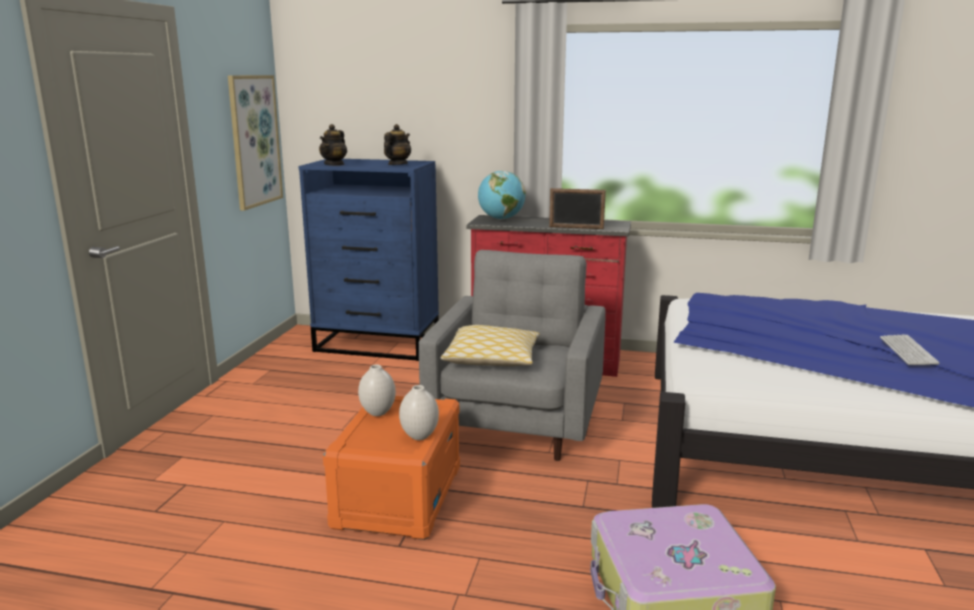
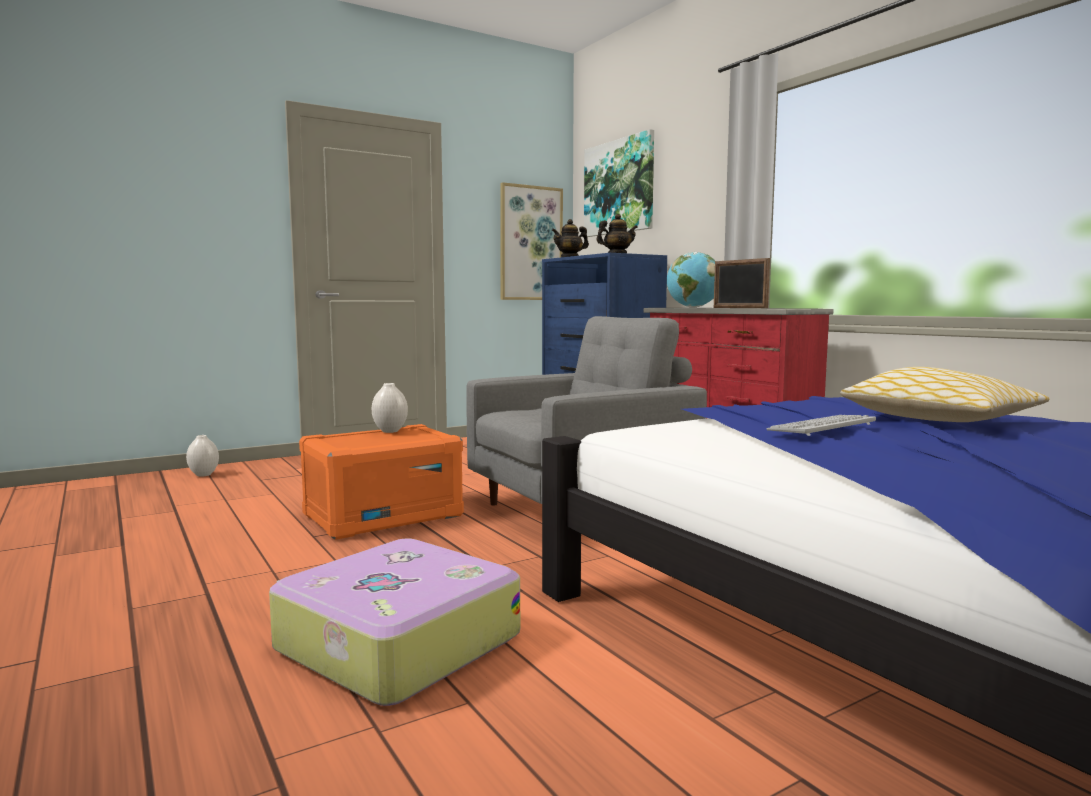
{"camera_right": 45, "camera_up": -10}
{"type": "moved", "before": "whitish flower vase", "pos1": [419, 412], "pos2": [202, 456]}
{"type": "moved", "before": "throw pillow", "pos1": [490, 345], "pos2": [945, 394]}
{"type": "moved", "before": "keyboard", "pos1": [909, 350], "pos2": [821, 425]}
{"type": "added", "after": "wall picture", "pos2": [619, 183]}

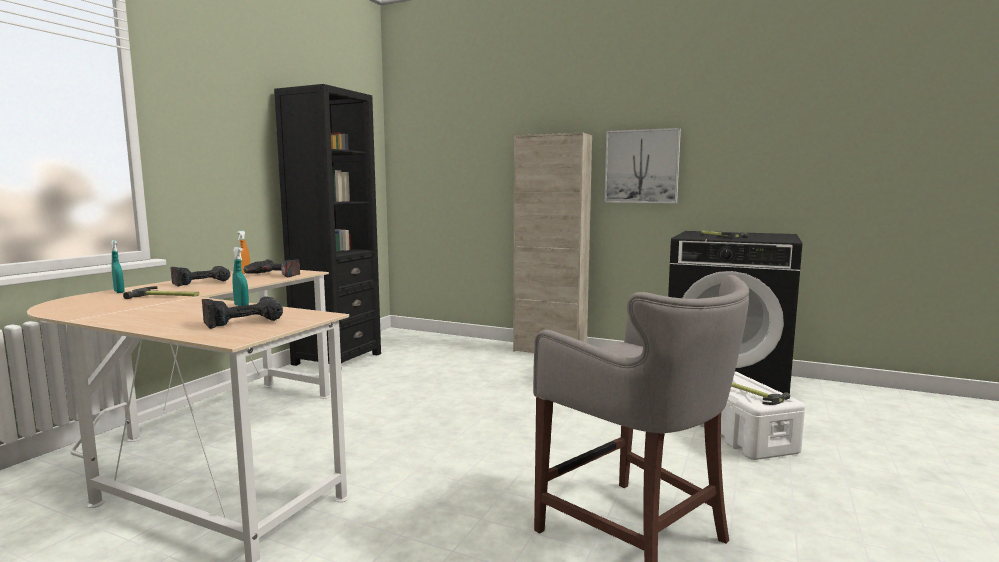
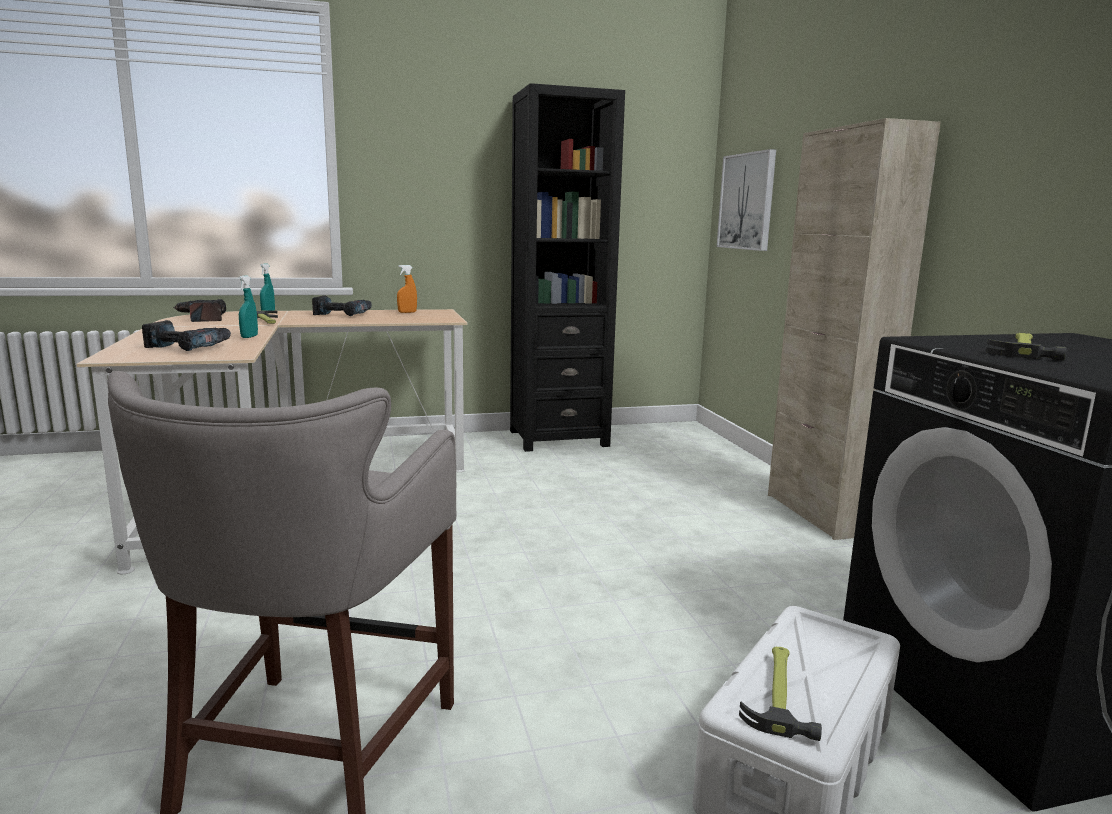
{"camera_right": 50, "camera_up": 5}
{"type": "moved", "before": "drill", "pos1": [271, 268], "pos2": [199, 310]}
{"type": "moved", "before": "wall picture", "pos1": [642, 165], "pos2": [746, 200]}

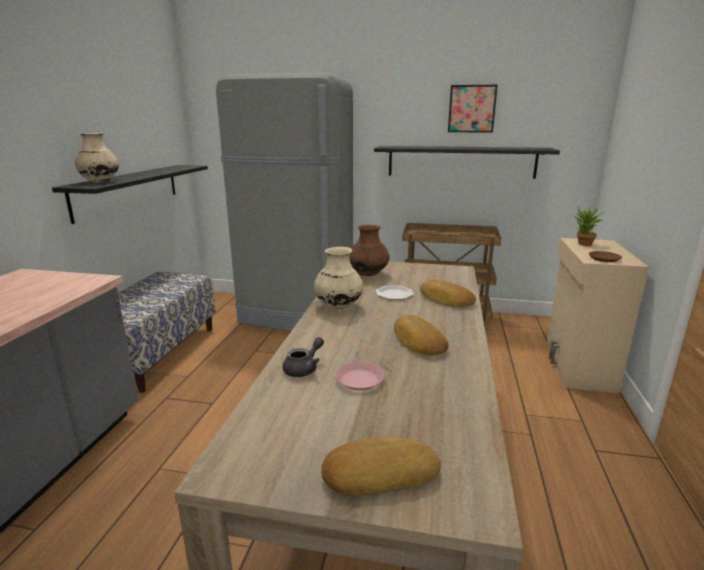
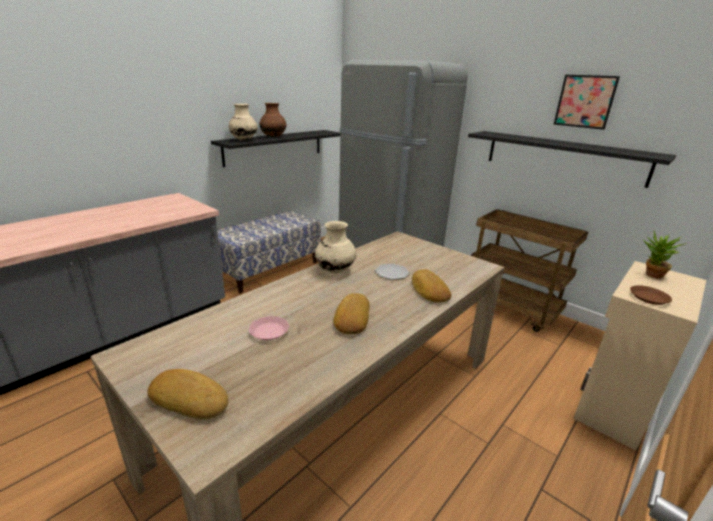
{"camera_right": 30, "camera_up": 5}
{"type": "removed", "before": "greyish teapot", "pos1": [303, 357]}
{"type": "moved", "before": "brownish flower vase", "pos1": [369, 250], "pos2": [272, 120]}

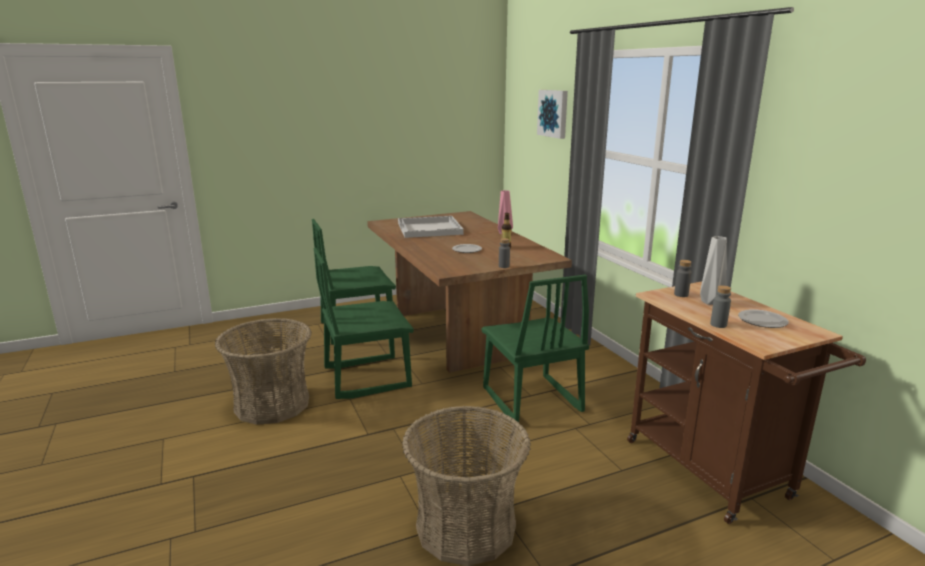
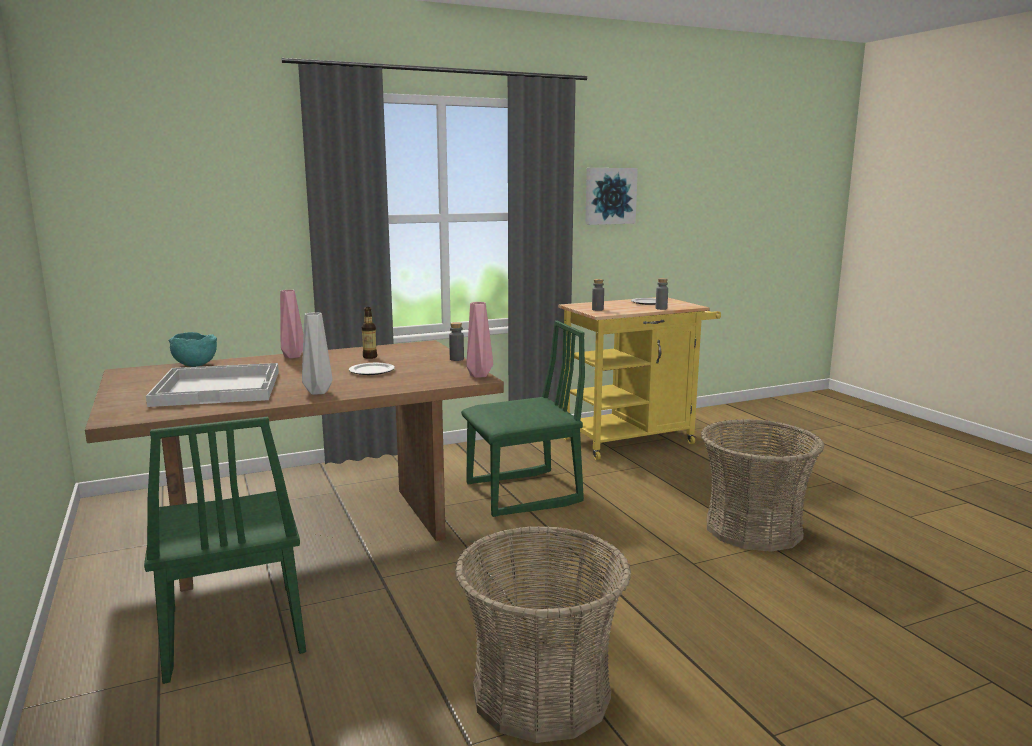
{"camera_right": -90, "camera_up": -5}
{"type": "removed", "before": "greenish upright chair", "pos1": [364, 323]}
{"type": "moved", "before": "wall picture", "pos1": [552, 114], "pos2": [611, 196]}
{"type": "recoloured", "before": "brownish trolley", "after": "yellow trolley", "pos1": [746, 403], "pos2": [639, 378]}
{"type": "moved", "before": "greyish flower vase", "pos1": [713, 270], "pos2": [317, 353]}
{"type": "added", "after": "turquoise-coloured deep dish", "pos2": [193, 349]}
{"type": "added", "after": "pink flower vase", "pos2": [479, 340]}

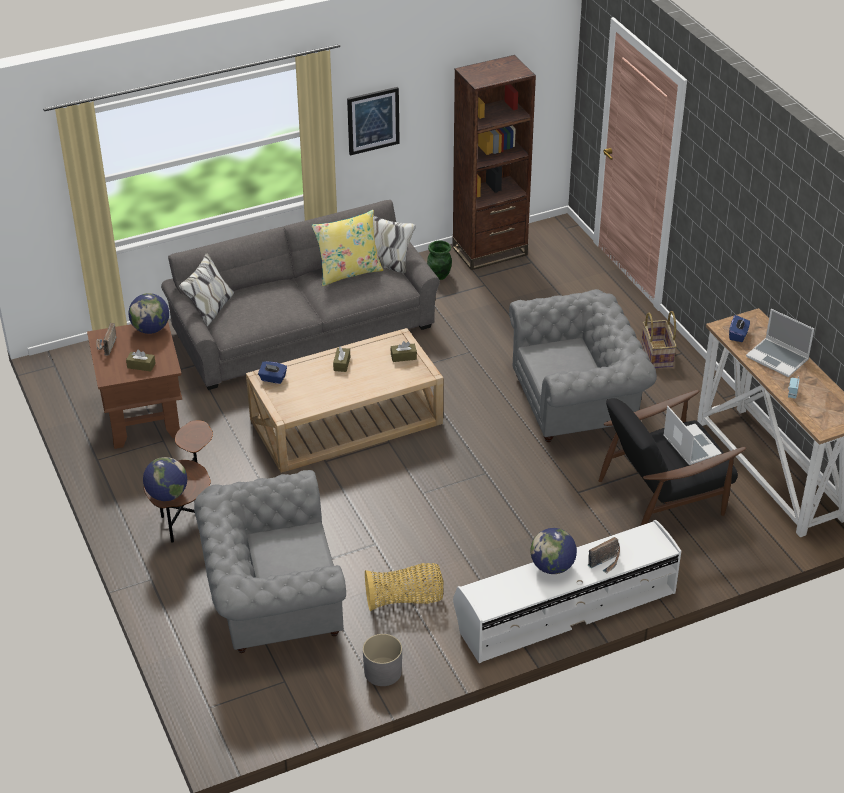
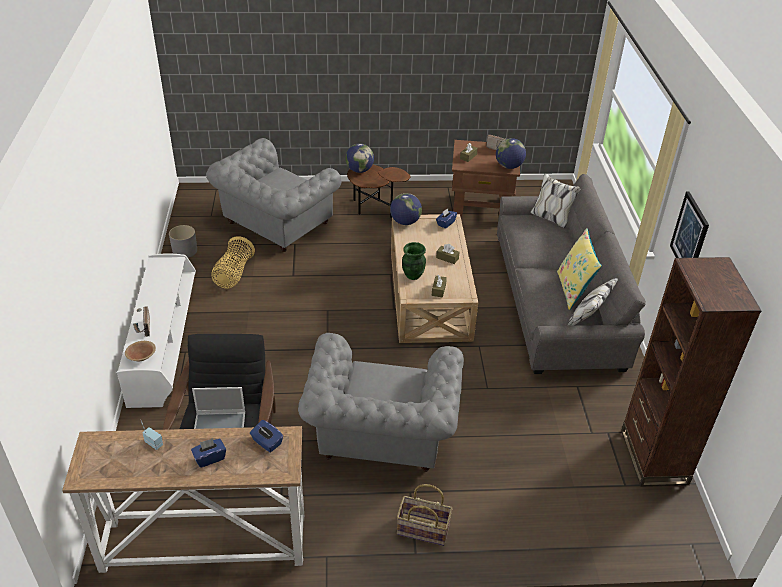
{"camera_right": 110, "camera_up": 0}
{"type": "turned", "before": "greyish lounge chair", "pos1": [270, 561], "pos2": [274, 195], "turn": -150}
{"type": "moved", "before": "greenish flower vase", "pos1": [439, 260], "pos2": [414, 261]}
{"type": "moved", "before": "globe", "pos1": [554, 551], "pos2": [406, 209]}
{"type": "replaced", "before": "portable computer", "after": "bluish tissue box", "pos1": [780, 343], "pos2": [208, 453]}
{"type": "added", "after": "brownish deep dish", "pos2": [140, 351]}

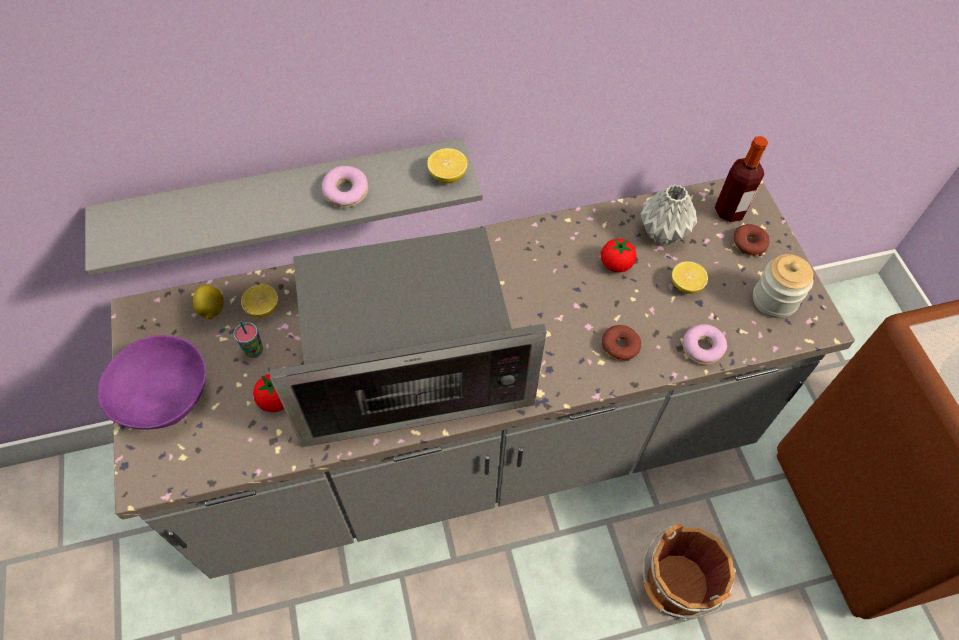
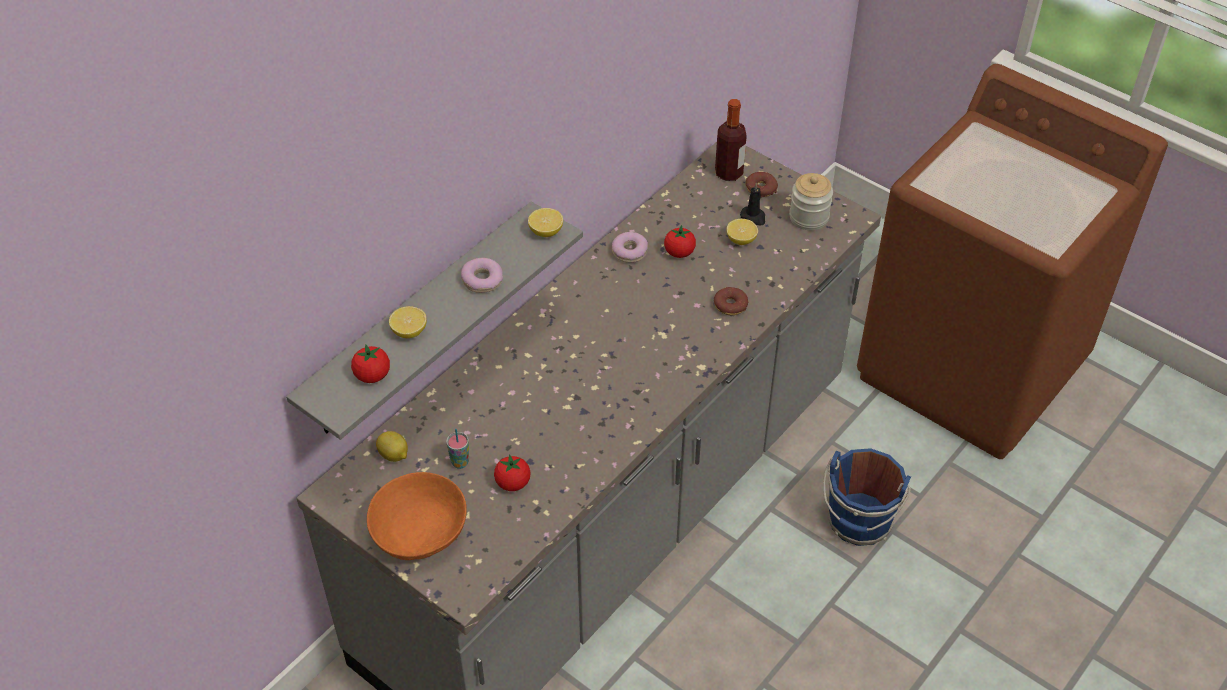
{"camera_right": -35, "camera_up": -10}
{"type": "recoloured", "before": "purple deep dish", "after": "orange deep dish", "pos1": [152, 382], "pos2": [417, 516]}
{"type": "moved", "before": "lemon", "pos1": [259, 301], "pos2": [408, 322]}
{"type": "removed", "before": "kitchen microwave", "pos1": [408, 337]}
{"type": "removed", "before": "greyish flower vase", "pos1": [668, 214]}
{"type": "recoloured", "before": "brownish pail", "after": "bluish pail", "pos1": [689, 572], "pos2": [867, 497]}
{"type": "moved", "before": "donut", "pos1": [704, 344], "pos2": [630, 247]}
{"type": "added", "after": "fresh tomato", "pos2": [370, 363]}
{"type": "added", "after": "blackish candle", "pos2": [752, 203]}

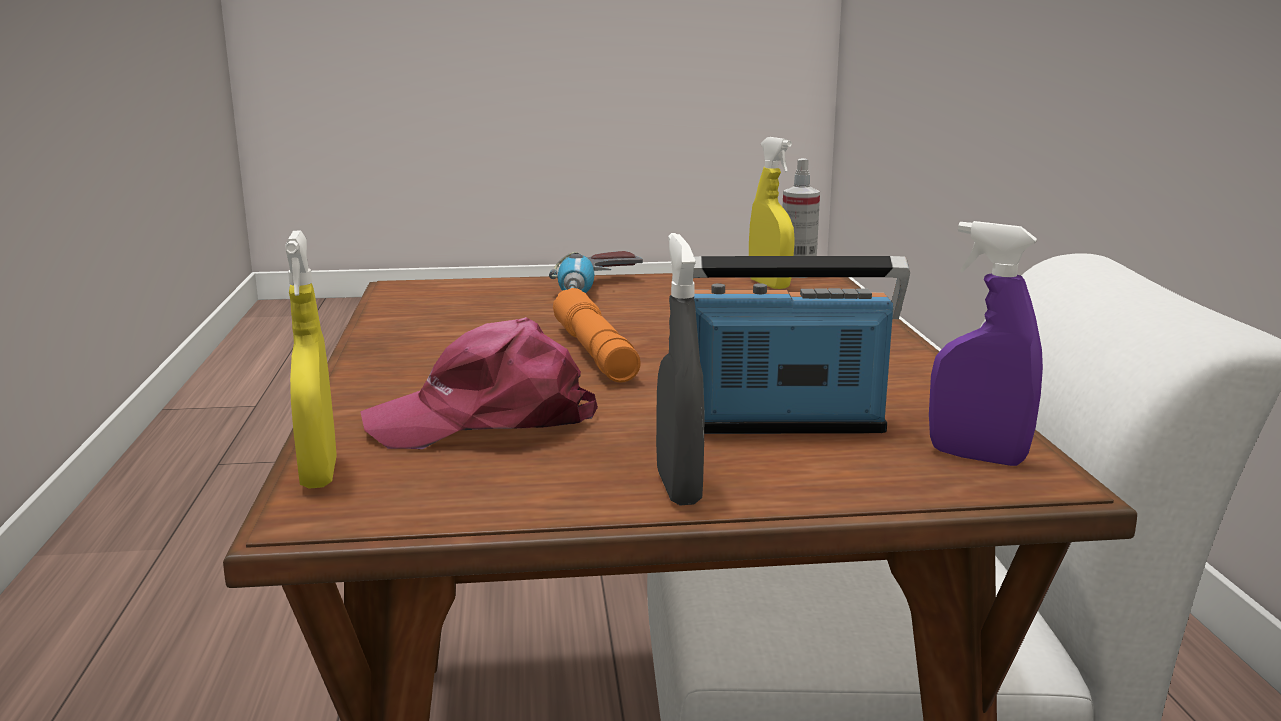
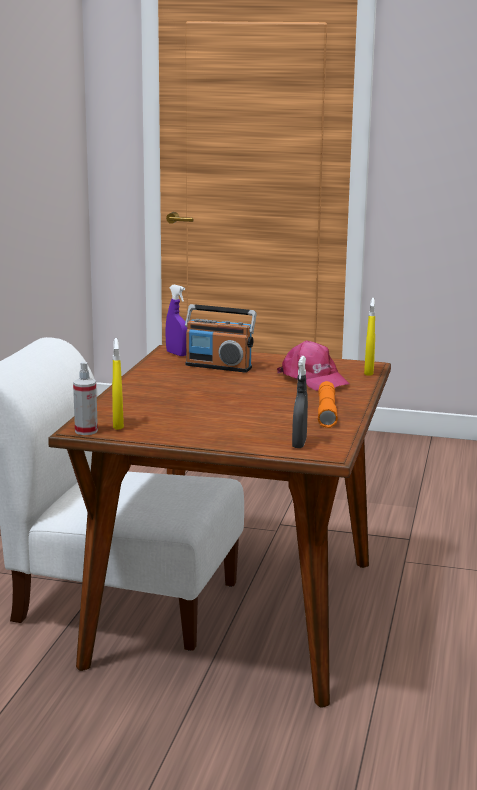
{"camera_right": -160, "camera_up": 0}
{"type": "turned", "before": "pink peaked cap", "pos1": [479, 383], "pos2": [313, 365], "turn": 45}
{"type": "removed", "before": "drill", "pos1": [596, 272]}
{"type": "moved", "before": "orange torch", "pos1": [597, 335], "pos2": [328, 404]}
{"type": "moved", "before": "greyish hand sprayer", "pos1": [680, 369], "pos2": [300, 402]}

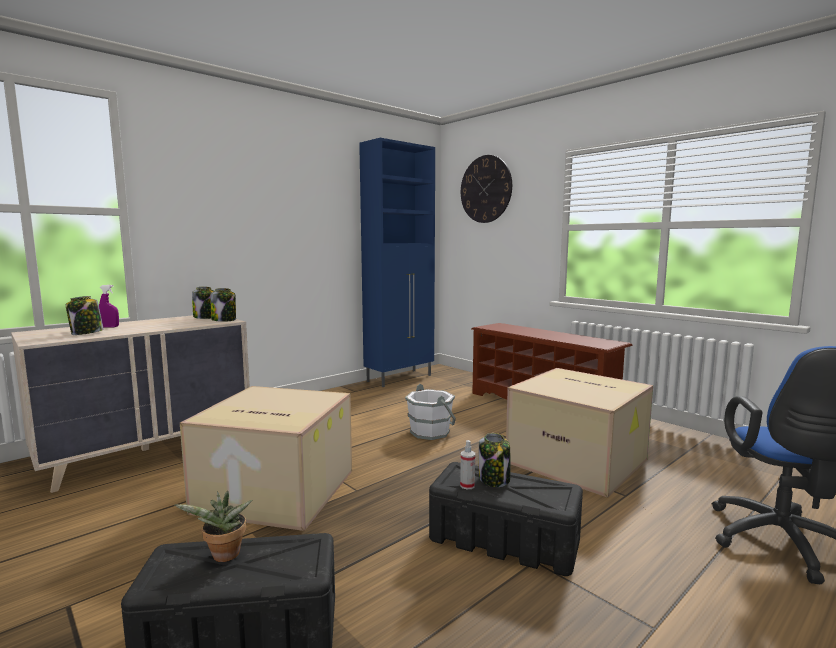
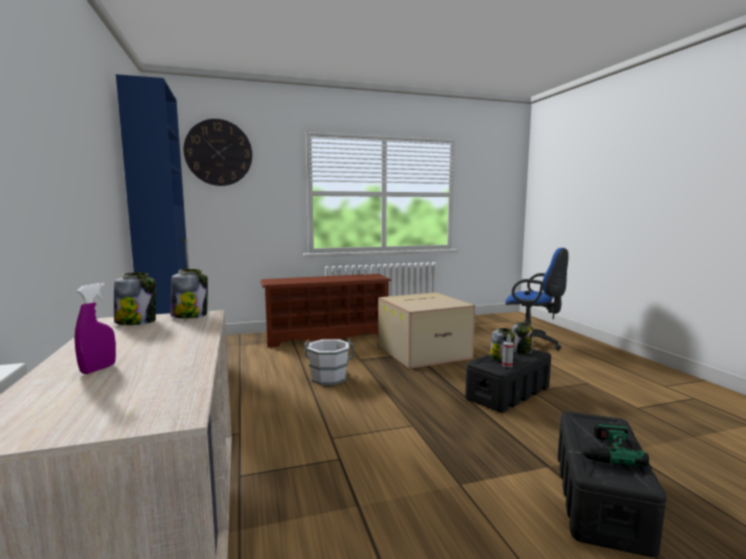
{"camera_right": -65, "camera_up": 0}
{"type": "moved", "before": "jar", "pos1": [85, 315], "pos2": [523, 338]}
{"type": "replaced", "before": "plant in a pot", "after": "drill", "pos1": [213, 526], "pos2": [608, 444]}
{"type": "removed", "before": "cardboard box", "pos1": [266, 458]}

